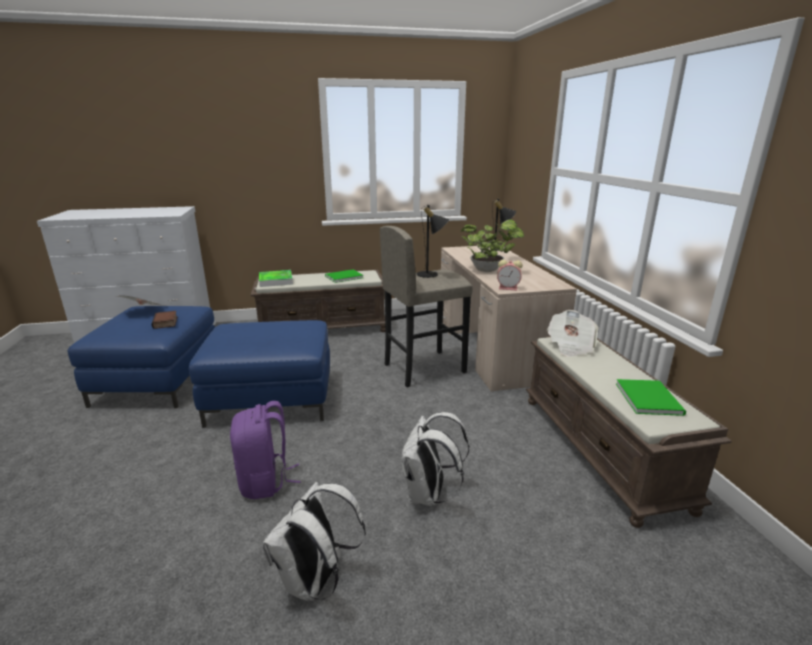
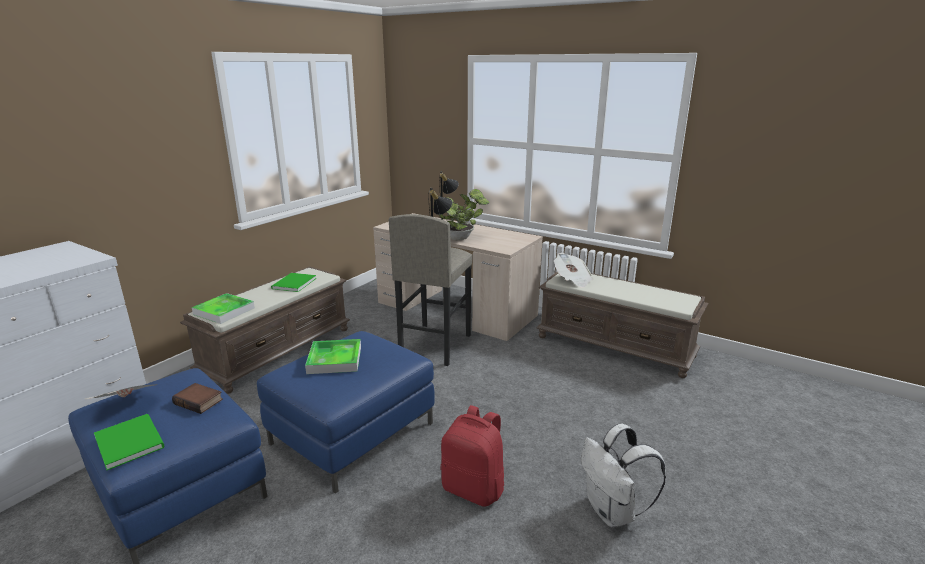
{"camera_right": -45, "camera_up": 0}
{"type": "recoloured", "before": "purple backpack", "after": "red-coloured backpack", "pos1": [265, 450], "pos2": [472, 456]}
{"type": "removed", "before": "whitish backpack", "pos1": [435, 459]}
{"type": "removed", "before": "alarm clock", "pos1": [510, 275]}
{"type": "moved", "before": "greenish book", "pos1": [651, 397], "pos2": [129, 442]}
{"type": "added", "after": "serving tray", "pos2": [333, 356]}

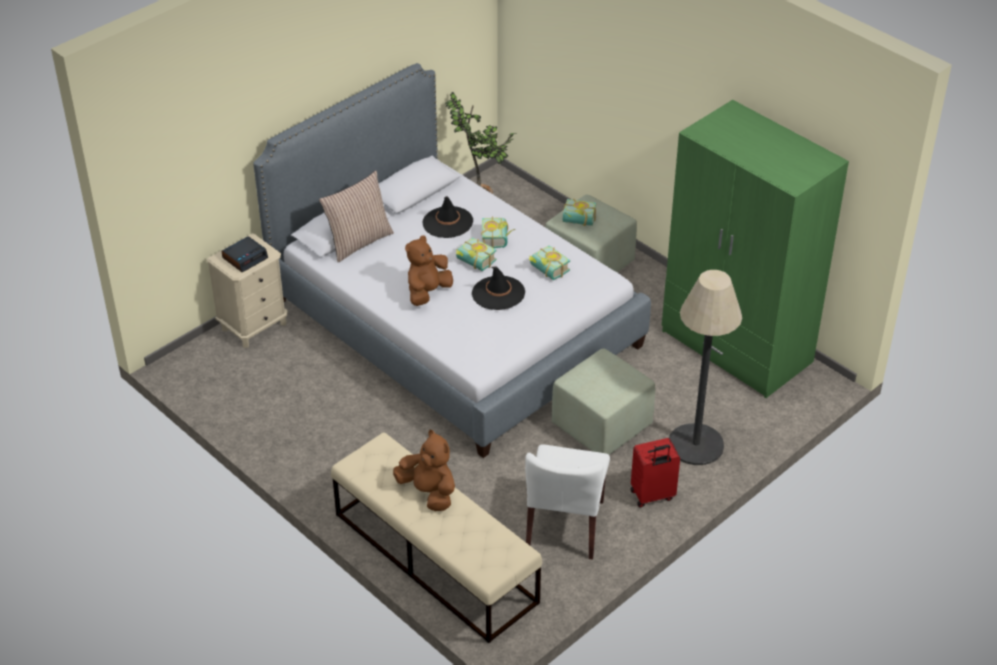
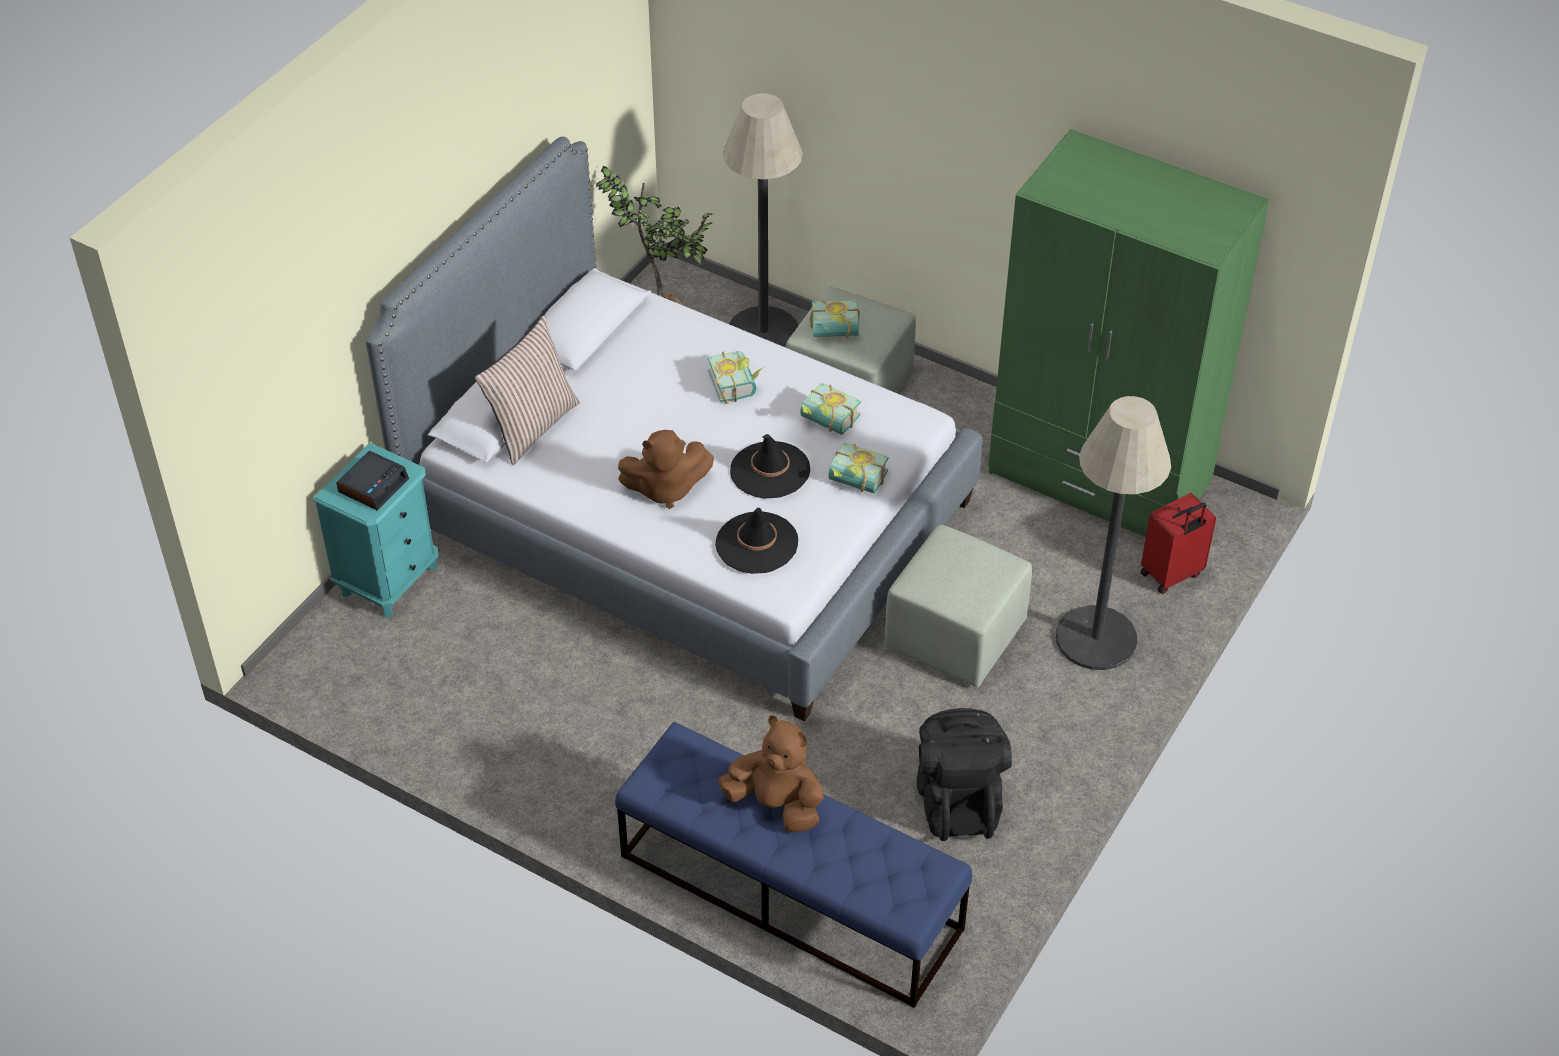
{"camera_right": -15, "camera_up": 5}
{"type": "recoloured", "before": "beige bedside table", "after": "turquoise-coloured bedside table", "pos1": [247, 290], "pos2": [376, 530]}
{"type": "recoloured", "before": "beige bench", "after": "bluish bench", "pos1": [436, 537], "pos2": [793, 865]}
{"type": "turned", "before": "brownish cuddly toy", "pos1": [429, 270], "pos2": [666, 469], "turn": -120}
{"type": "moved", "before": "blackish clothing hat", "pos1": [447, 217], "pos2": [756, 541]}
{"type": "moved", "before": "book", "pos1": [476, 254], "pos2": [859, 468]}
{"type": "replaced", "before": "whitish upright chair", "after": "blackish backpack", "pos1": [567, 502], "pos2": [964, 774]}
{"type": "moved", "before": "red-coloured piece of luggage", "pos1": [655, 472], "pos2": [1178, 543]}
{"type": "added", "after": "standard lamp", "pos2": [763, 220]}

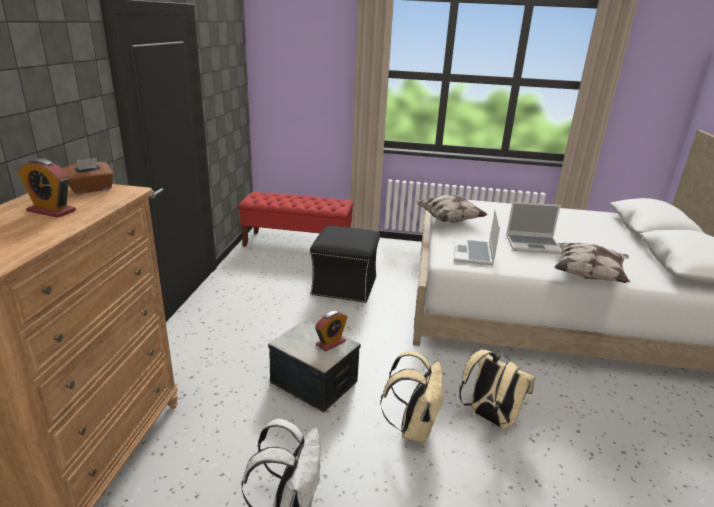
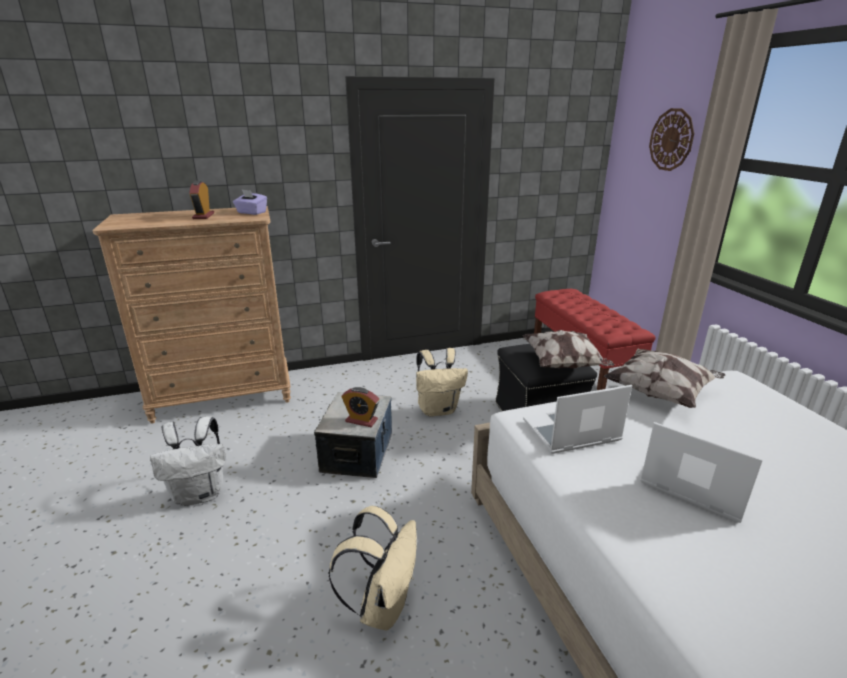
{"camera_right": 65, "camera_up": 0}
{"type": "recoloured", "before": "brownish tissue box", "after": "purple tissue box", "pos1": [88, 176], "pos2": [250, 202]}
{"type": "moved", "before": "beige backpack", "pos1": [411, 397], "pos2": [442, 382]}
{"type": "turned", "before": "portable computer", "pos1": [533, 228], "pos2": [701, 472], "turn": 150}
{"type": "moved", "before": "throw pillow", "pos1": [592, 263], "pos2": [568, 349]}
{"type": "added", "after": "hanging clock", "pos2": [671, 139]}

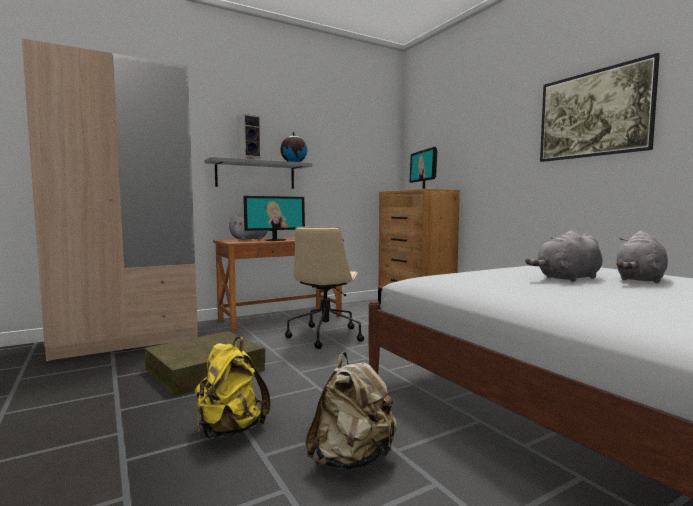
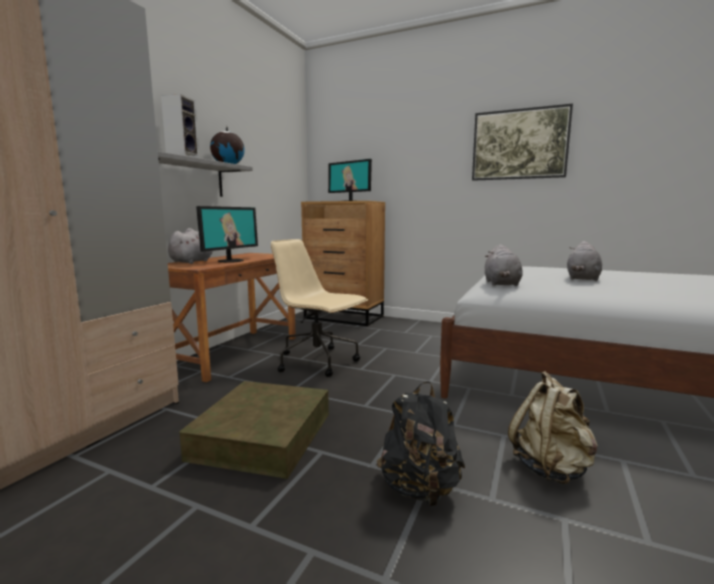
{"camera_right": -35, "camera_up": 5}
{"type": "recoloured", "before": "yellow backpack", "after": "blackish backpack", "pos1": [233, 388], "pos2": [421, 443]}
{"type": "turned", "before": "beige office chair", "pos1": [324, 288], "pos2": [319, 308], "turn": 150}
{"type": "moved", "before": "greyish cuddly toy", "pos1": [642, 257], "pos2": [503, 265]}

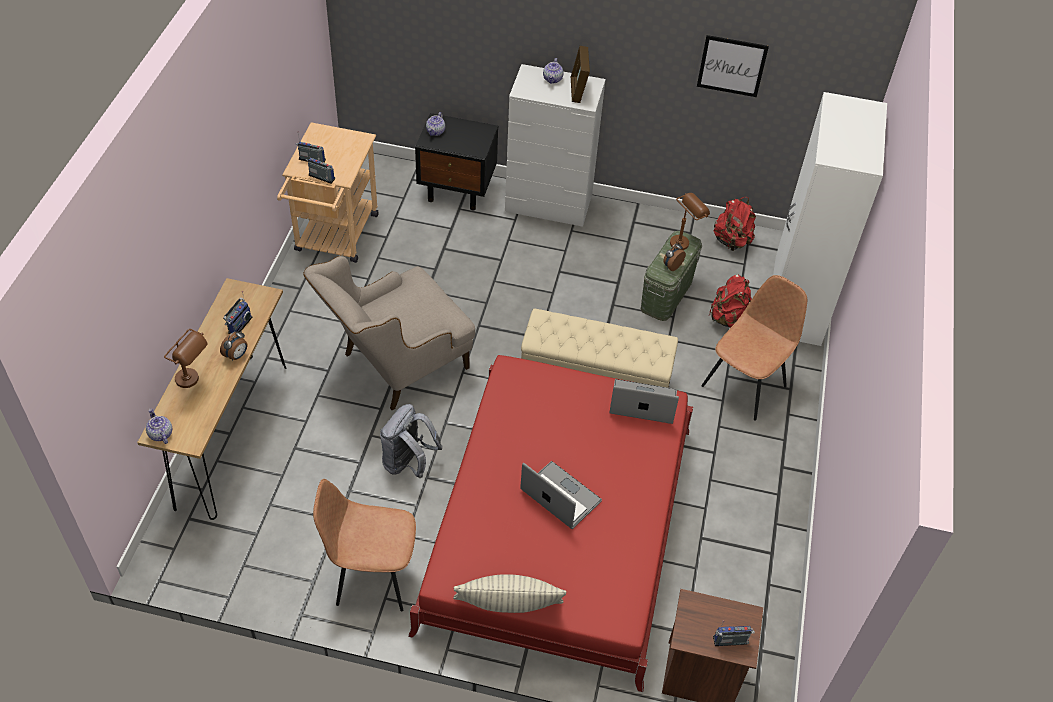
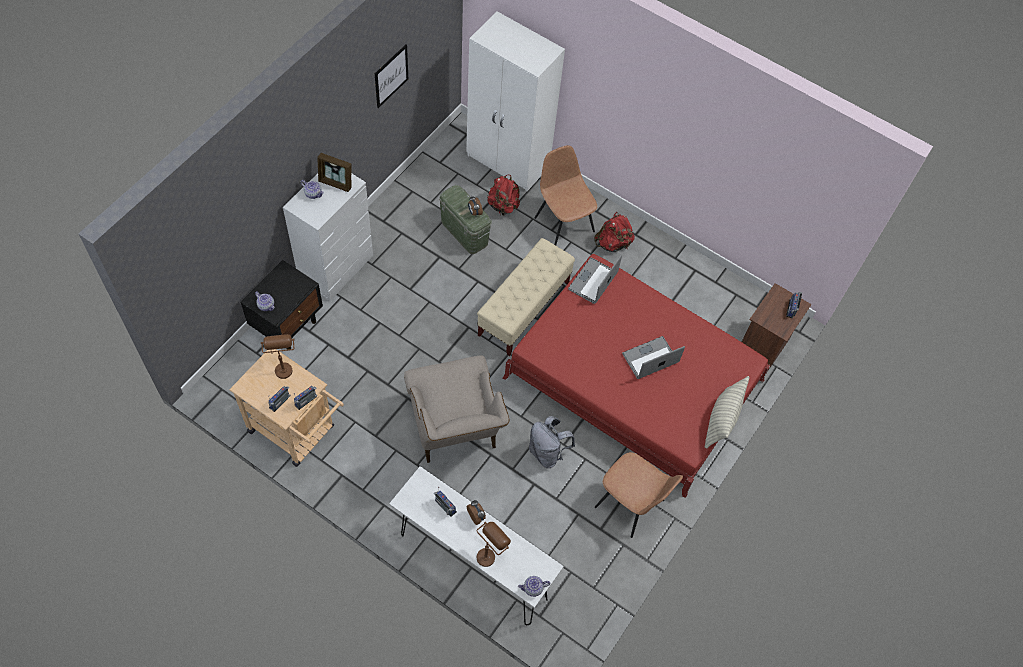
{"camera_right": -70, "camera_up": 10}
{"type": "recoloured", "before": "brownish console table", "after": "whitish console table", "pos1": [211, 399], "pos2": [476, 545]}
{"type": "turned", "before": "brownish upright chair", "pos1": [364, 545], "pos2": [639, 495], "turn": -75}
{"type": "moved", "before": "brownish table lamp", "pos1": [690, 221], "pos2": [278, 356]}
{"type": "moved", "before": "red-coloured backpack", "pos1": [735, 224], "pos2": [614, 232]}

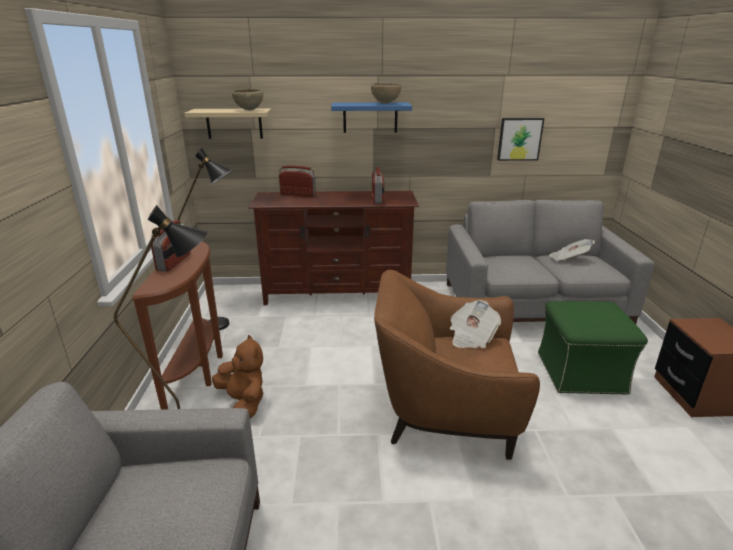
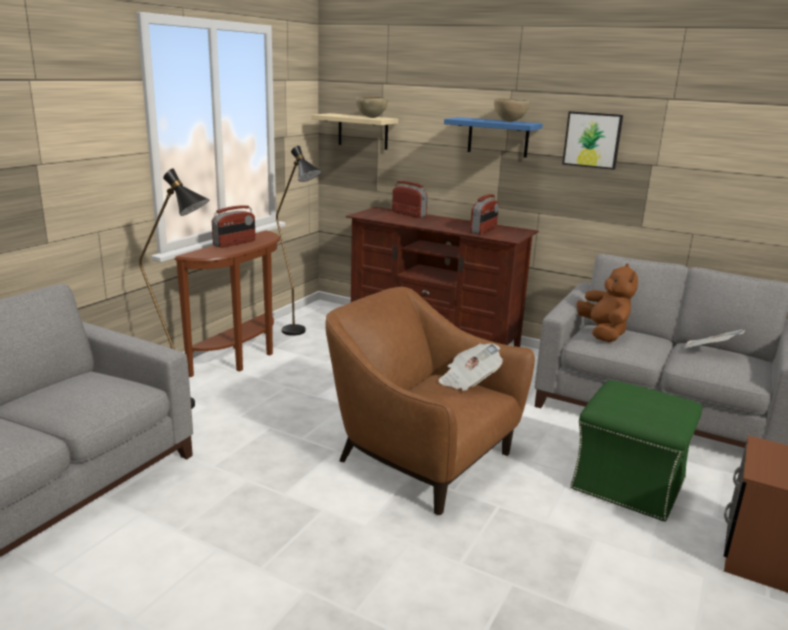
{"camera_right": 30, "camera_up": -5}
{"type": "moved", "before": "brownish cuddly toy", "pos1": [237, 377], "pos2": [607, 303]}
{"type": "moved", "before": "wall picture", "pos1": [520, 139], "pos2": [592, 140]}

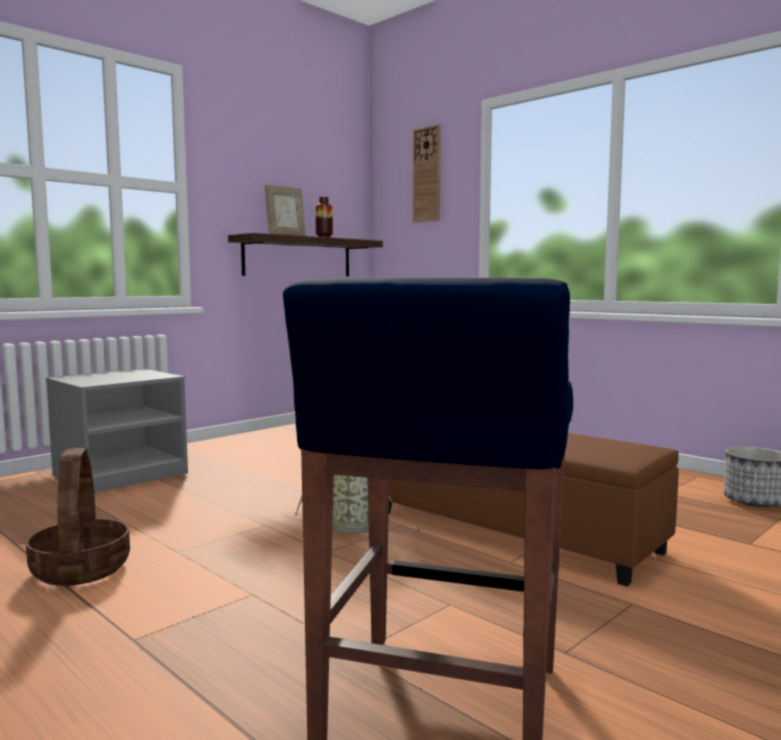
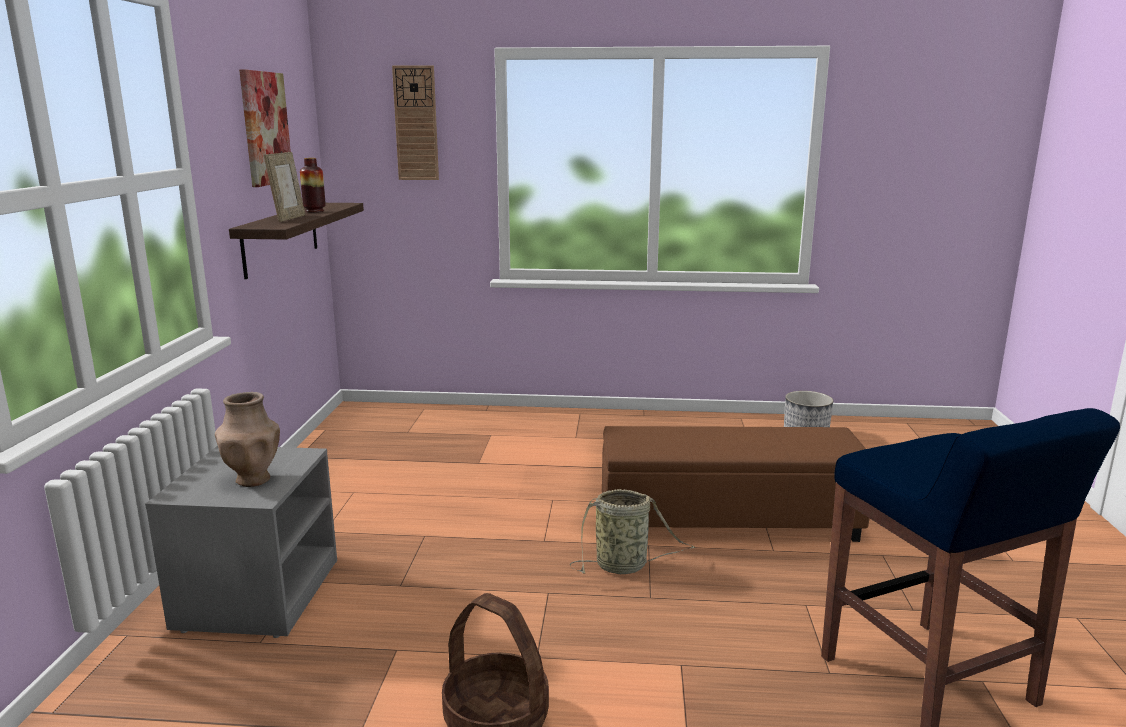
{"camera_right": -40, "camera_up": 10}
{"type": "added", "after": "brownish flower vase", "pos2": [247, 439]}
{"type": "added", "after": "wall picture", "pos2": [265, 128]}

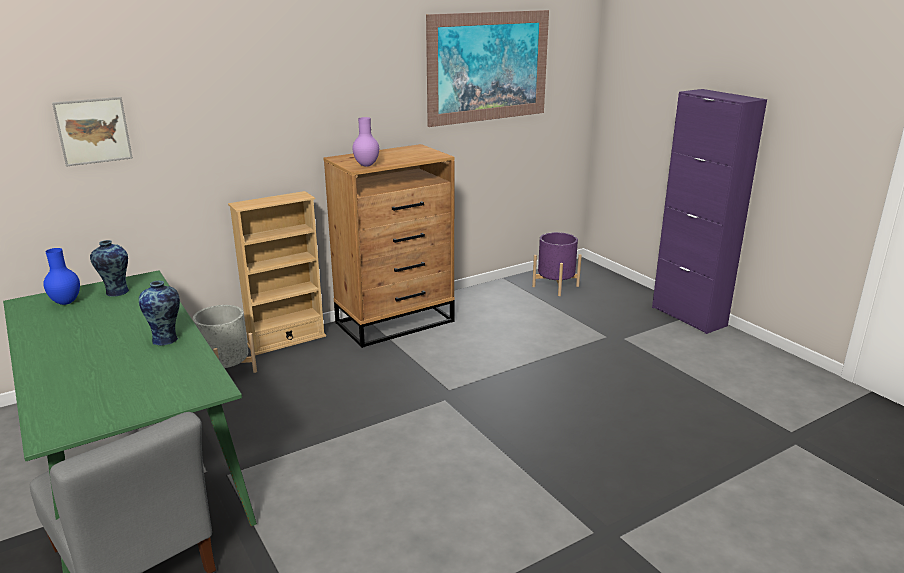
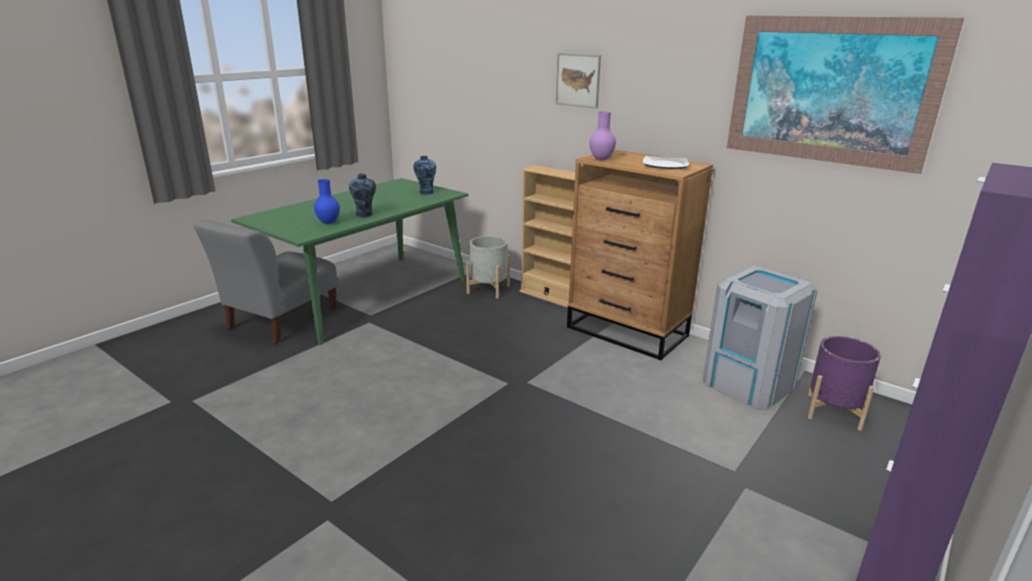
{"camera_right": 70, "camera_up": 0}
{"type": "moved", "before": "bluish flower vase", "pos1": [61, 276], "pos2": [327, 201]}
{"type": "moved", "before": "wall picture", "pos1": [92, 132], "pos2": [578, 80]}
{"type": "added", "after": "dinner plate", "pos2": [666, 162]}
{"type": "added", "after": "greyish waste bin", "pos2": [760, 338]}

